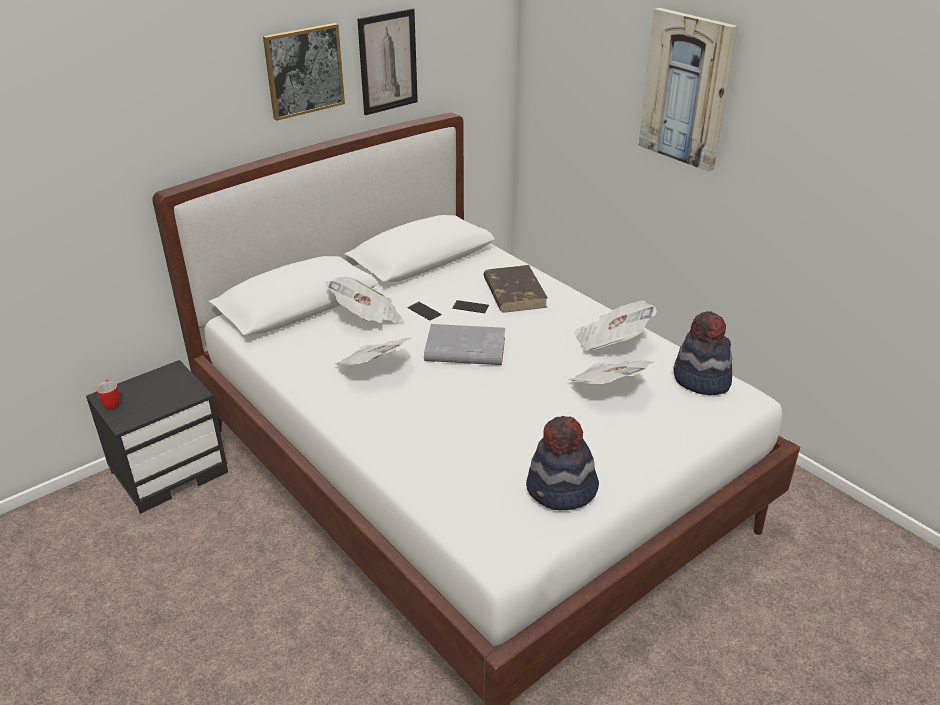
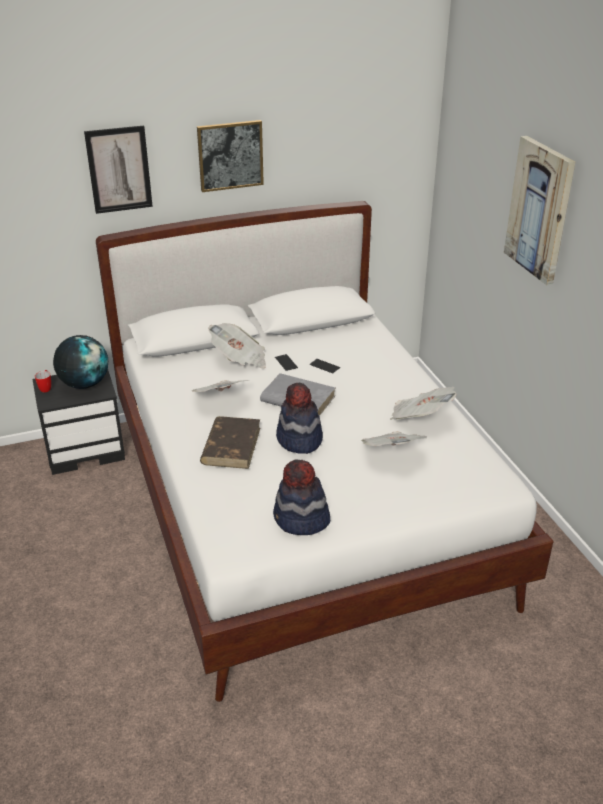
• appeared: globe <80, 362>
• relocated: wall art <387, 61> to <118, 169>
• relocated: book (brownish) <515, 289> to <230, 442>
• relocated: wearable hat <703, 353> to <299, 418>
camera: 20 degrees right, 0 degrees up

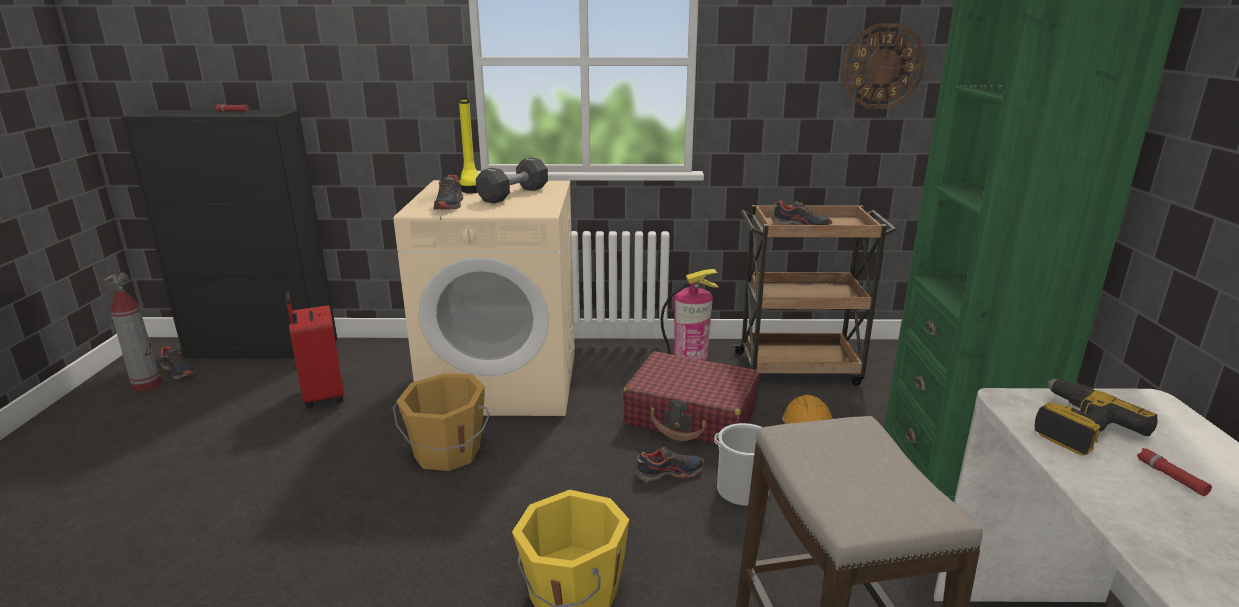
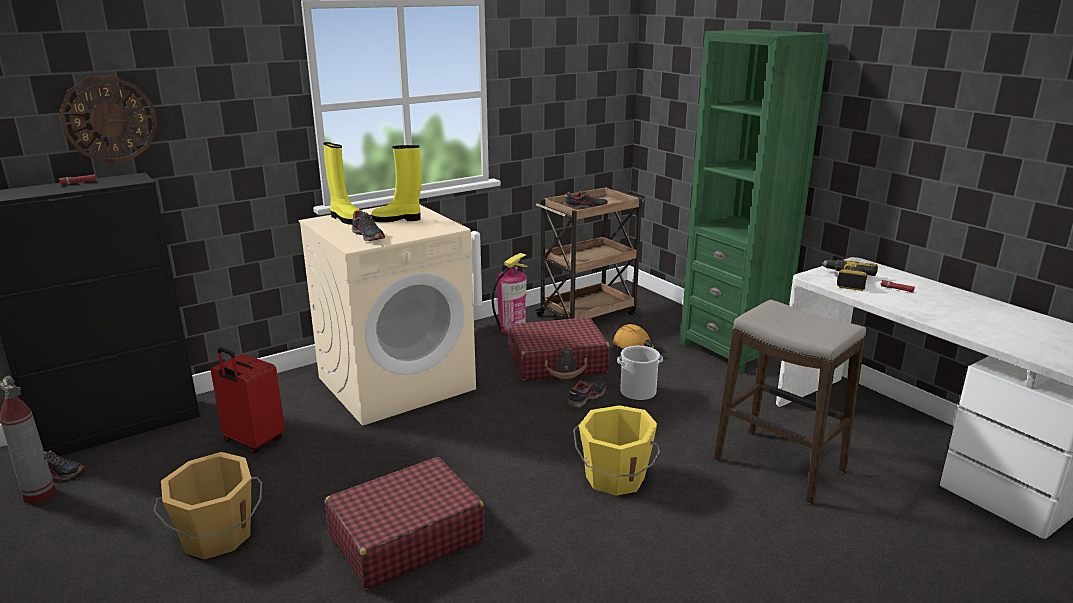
• appeared: piece of luggage (red) <404, 523>
• relocated: water bucket (orangey) <441, 422> to <207, 505>
• relocated: wall clock <883, 66> to <108, 119>
• exchanged: free weight (blackish) <512, 180> to tall boot (yellow-coloured) <396, 183>
camera: 35 degrees left, 0 degrees up

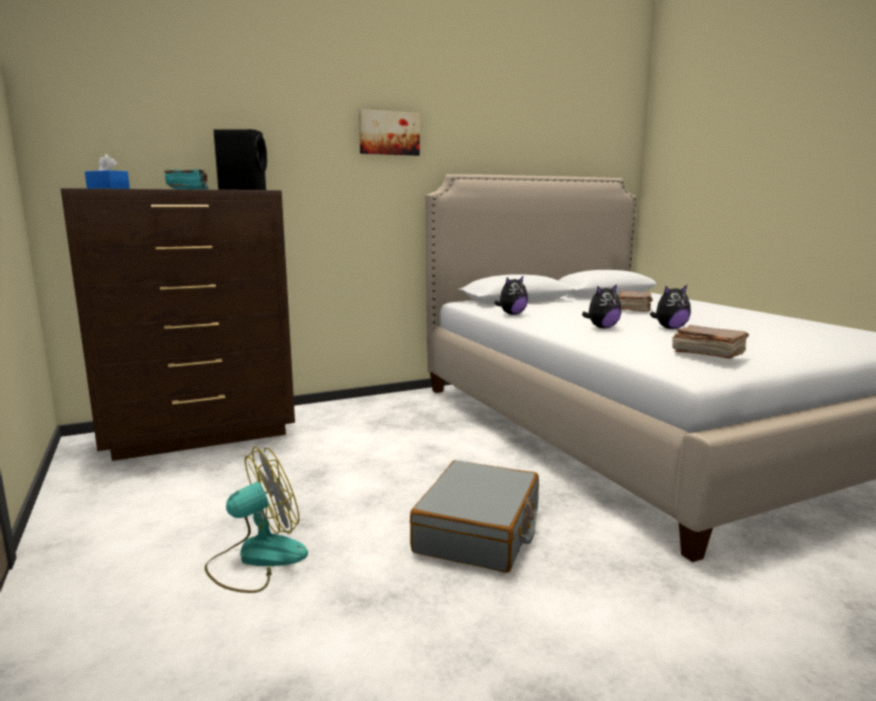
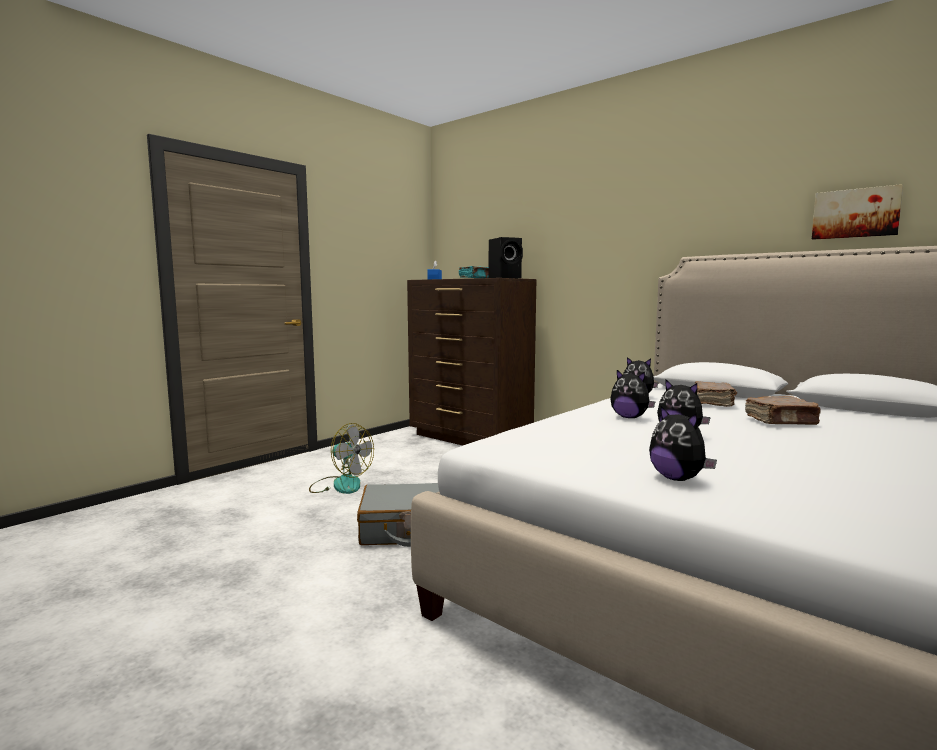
• appeared: soft toy <683, 443>
• relocated: wall art <389, 132> to <857, 212>
• relocated: book (brownish) <710, 342> to <716, 394>
camera: 65 degrees right, 5 degrees down

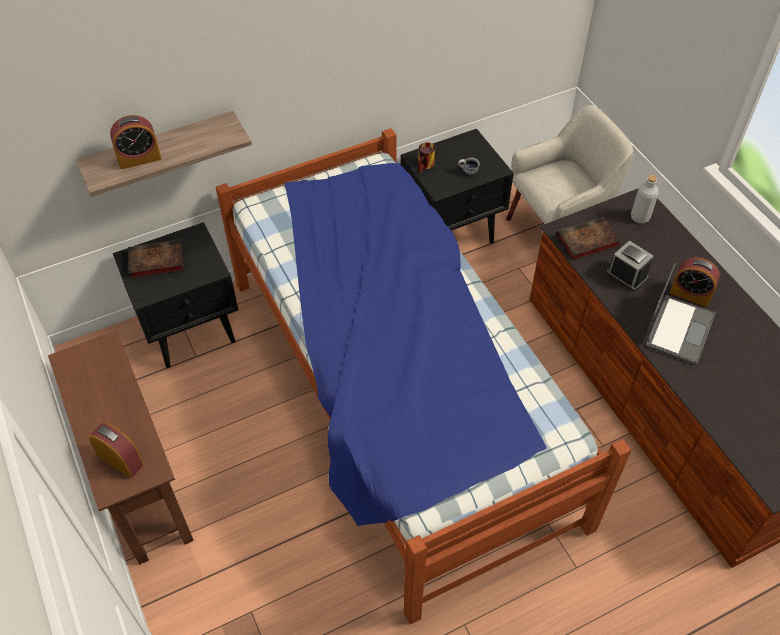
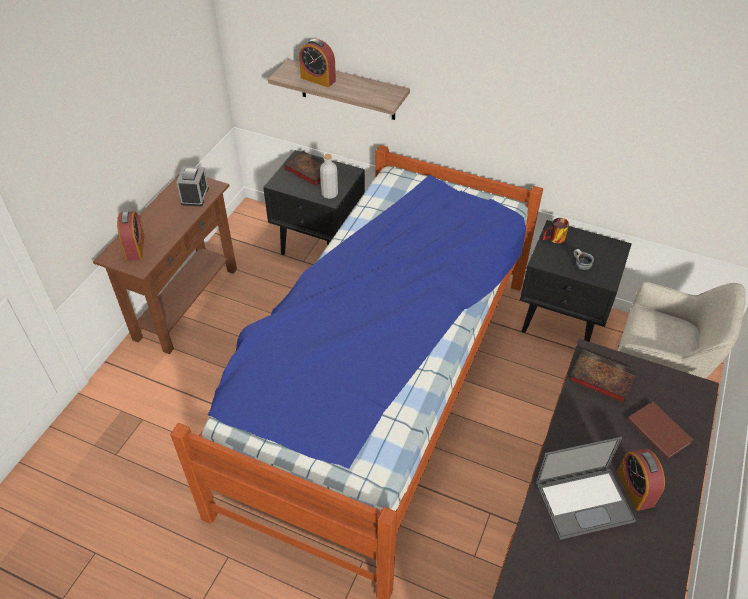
• appeared: book (brownish) <660, 430>
• relocated: alarm clock <629, 265> to <192, 186>
• relocated: drink bottle (greyish) <645, 199> to <329, 176>
camera: 50 degrees right, 5 degrees down

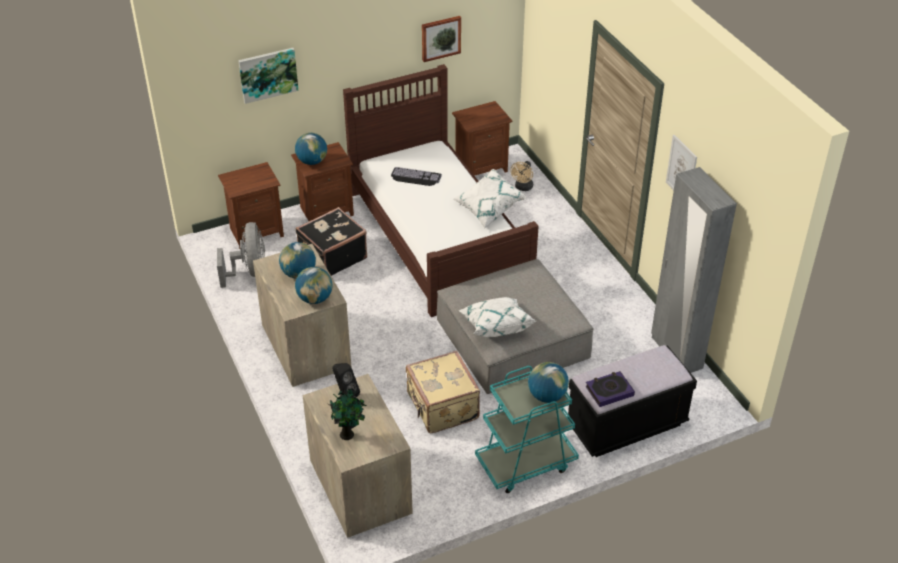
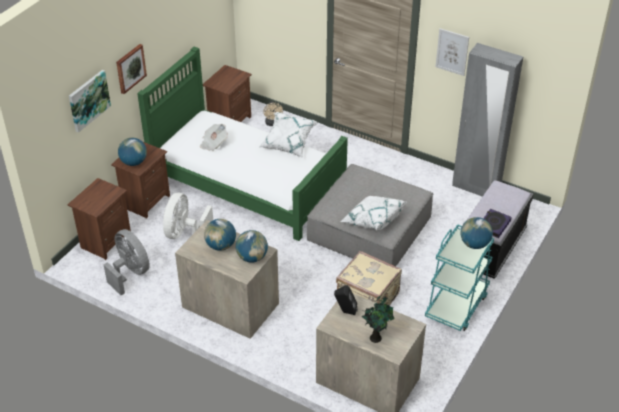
• relocated: wall art <441, 39> to <131, 69>
• exchanged: piece of luggage (blackish) <331, 241> to cooling fan (white-coloured) <188, 216>
• exchanged: keyboard <416, 176> to printed paper <214, 137>
• colour: bedroom bed (brownish) <441, 190> to bedroom bed (green-coloured) <242, 144>
camera: 35 degrees left, 0 degrees up

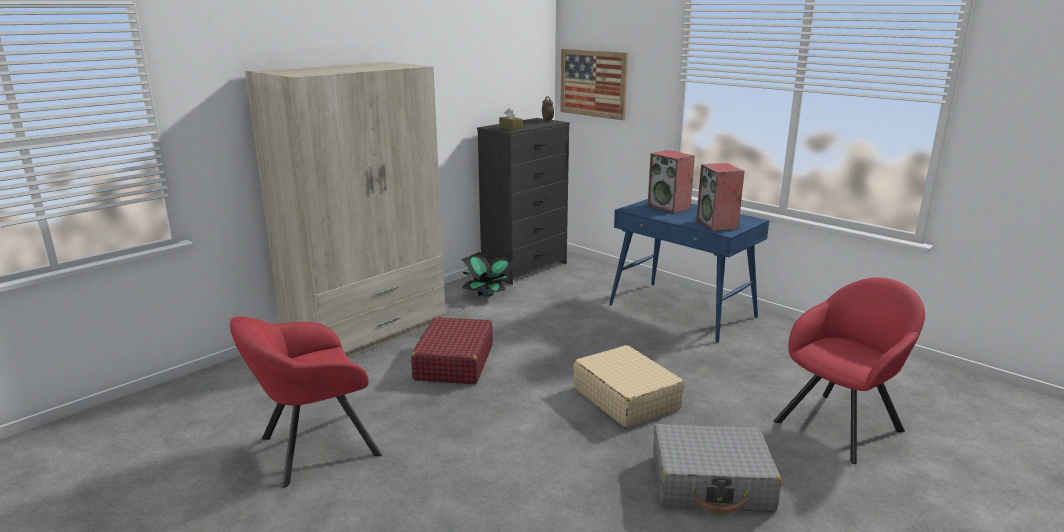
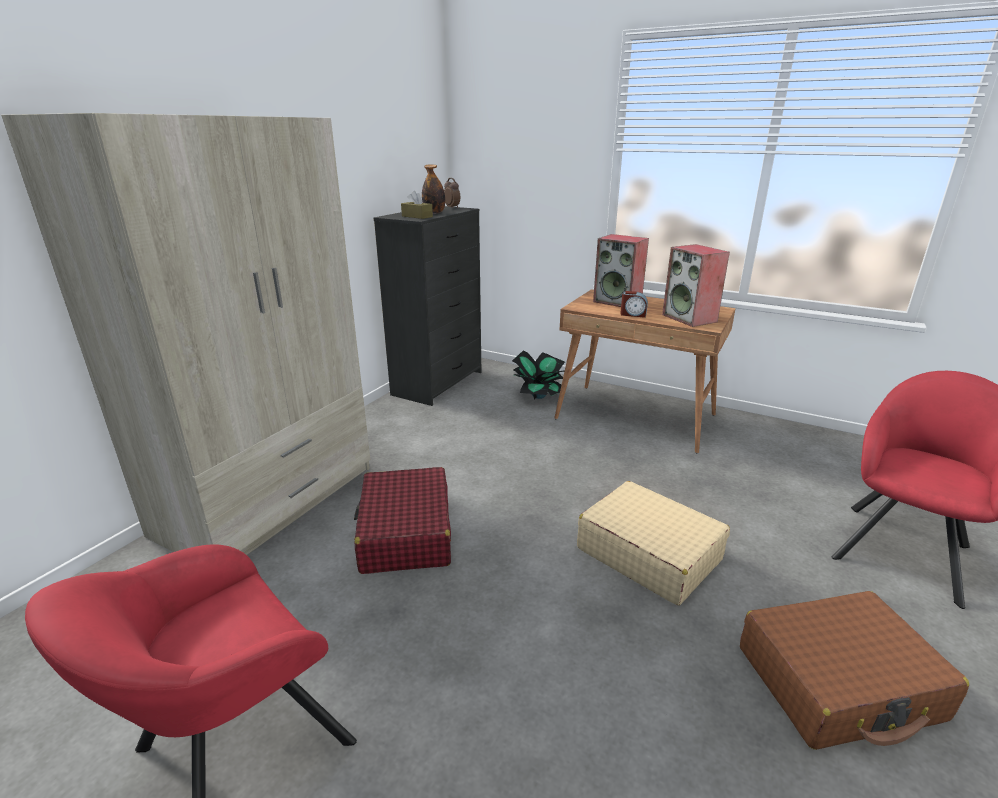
• missing: wall art <594, 84>
• appeared: drink bottle <433, 189>
• appeared: alarm clock <634, 304>
• relocated: plant in a pot <488, 274> to <538, 374>
• colour: desk unit (bluish) <689, 271> to desk unit (brownish) <645, 371>
• colour: piece of luggage (greyish) <717, 469> to piece of luggage (brownish) <854, 670>
camera: 15 degrees left, 5 degrees up

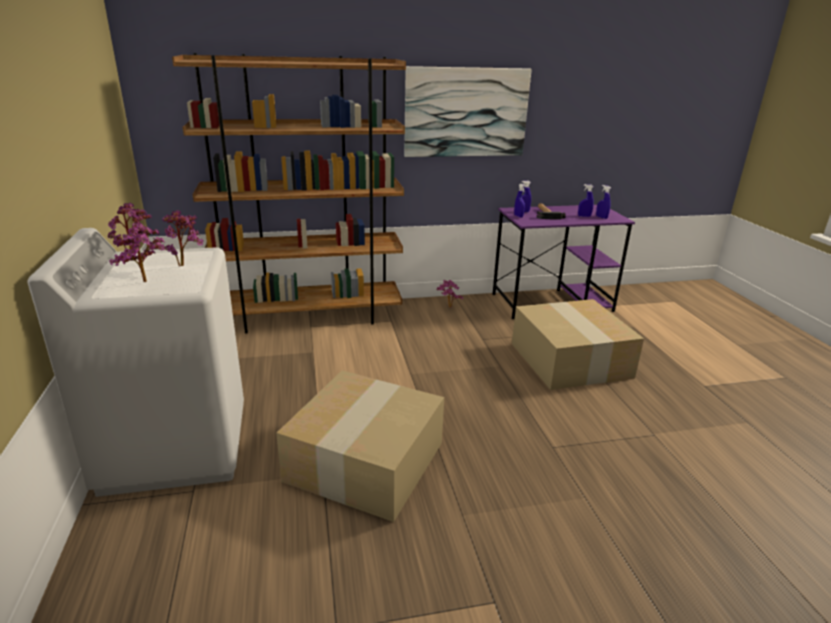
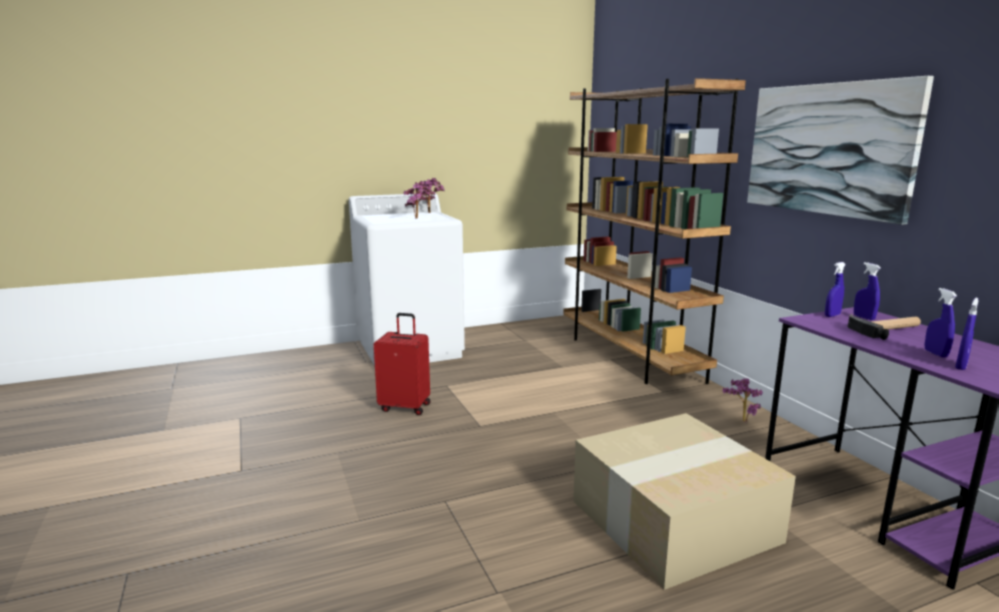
• missing: plant in a pot <137, 254>
• exchanged: carton <360, 446> to piece of luggage (red) <402, 364>
camera: 80 degrees right, 10 degrees down

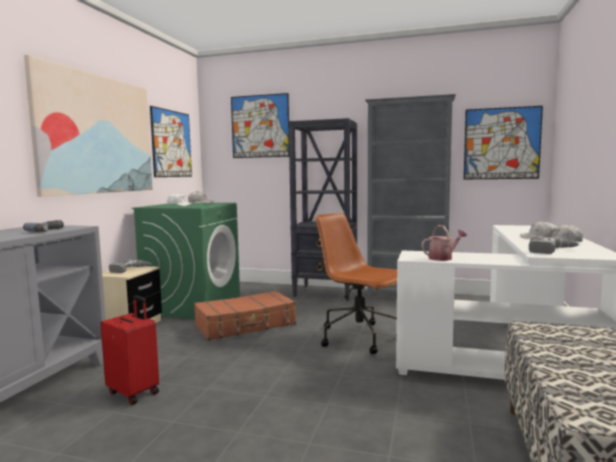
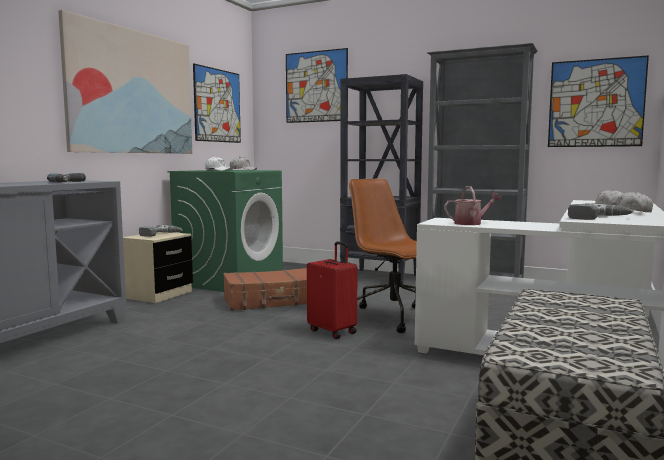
• relocated: piece of luggage (red) <130, 350> to <332, 290>
camera: 10 degrees right, 0 degrees up

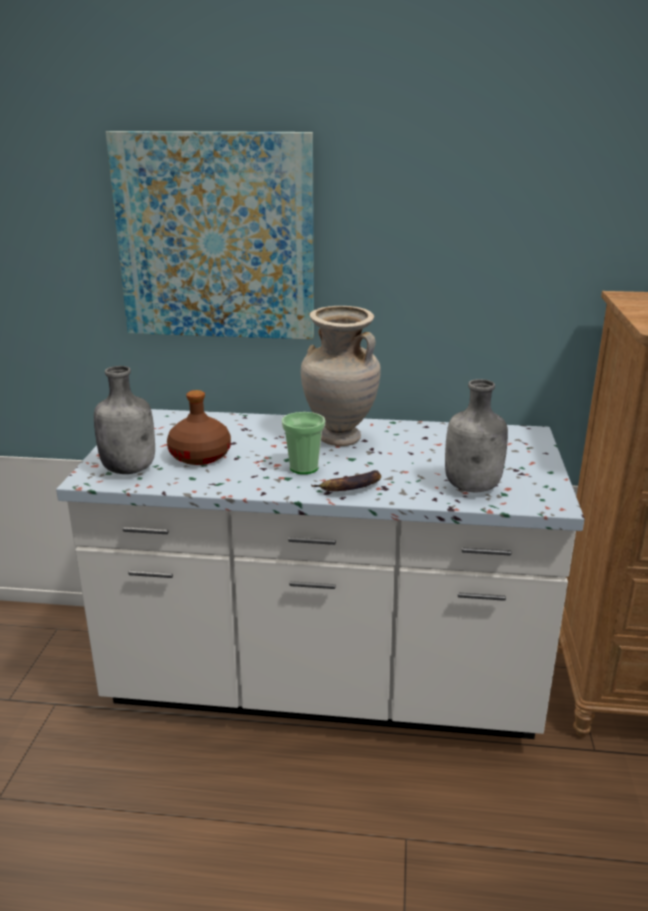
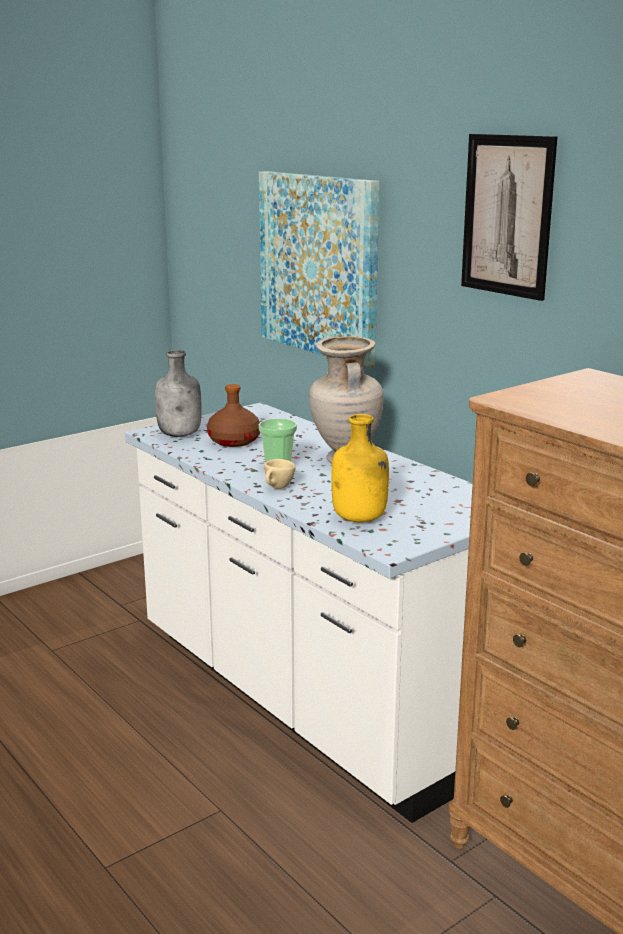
• appeared: wall art <509, 217>
• exchanged: whole banana <346, 480> to cup (beige) <280, 474>
• colour: drink bottle (greyish) <476, 435> to drink bottle (yellow-coloured) <360, 468>
camera: 45 degrees right, 5 degrees down

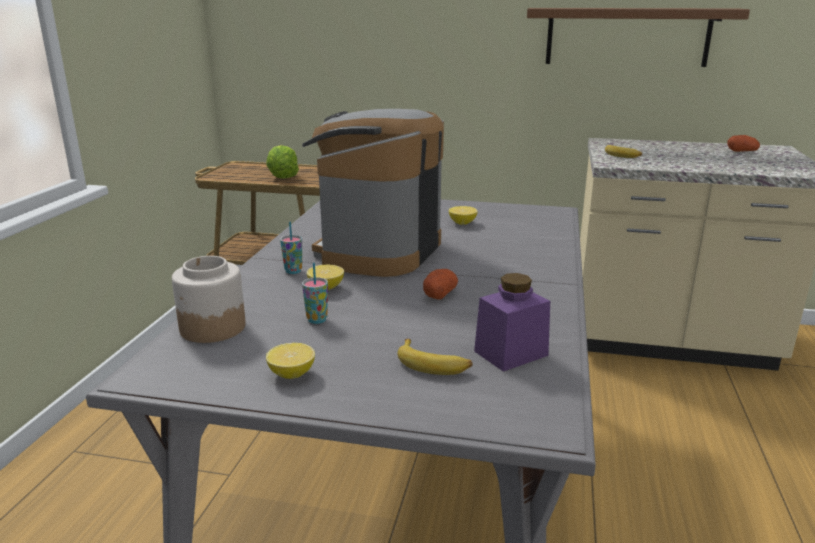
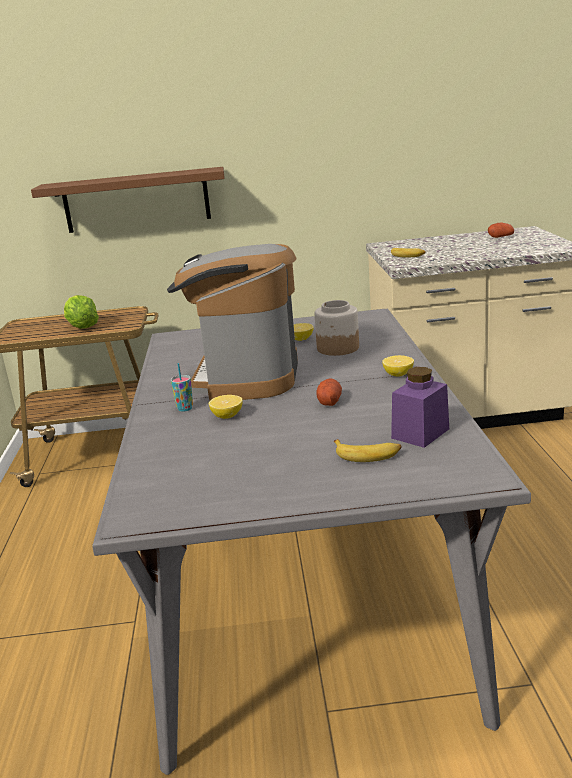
• missing: cup <315, 293>
• relocated: jar <209, 299> to <336, 328>
• relocated: citrus fruit <290, 361> to <398, 366>
• relocated: wall shelf (brownish) <638, 37> to <128, 200>
camera: 15 degrees left, 0 degrees up

